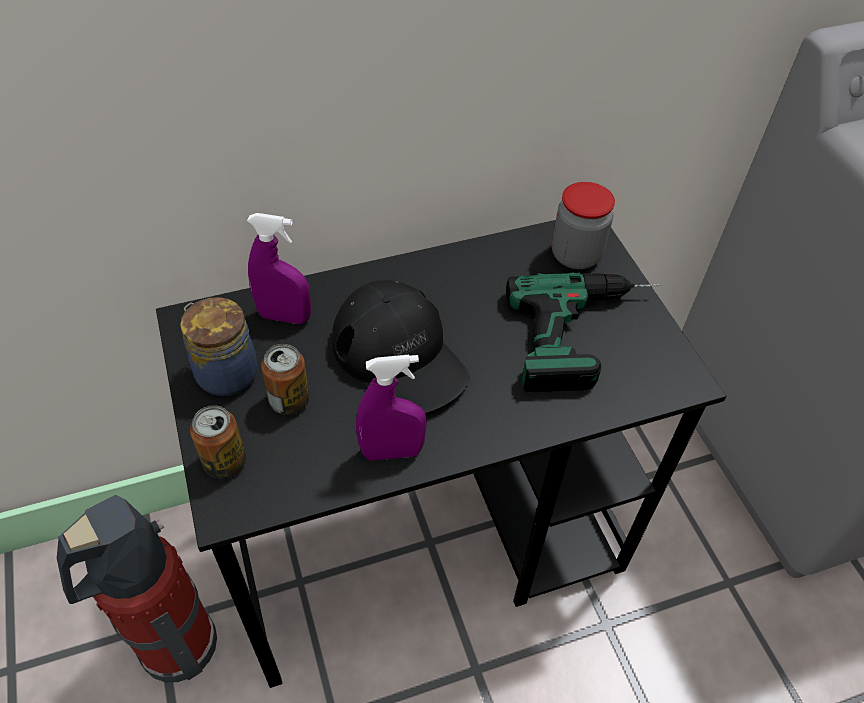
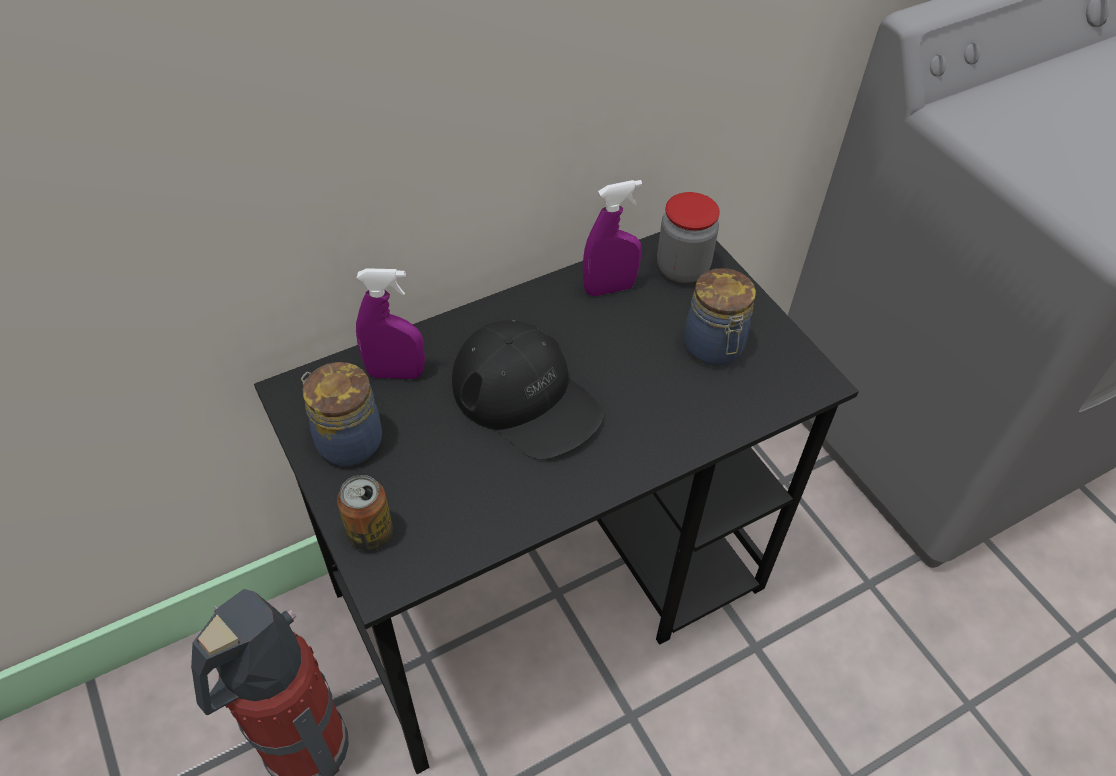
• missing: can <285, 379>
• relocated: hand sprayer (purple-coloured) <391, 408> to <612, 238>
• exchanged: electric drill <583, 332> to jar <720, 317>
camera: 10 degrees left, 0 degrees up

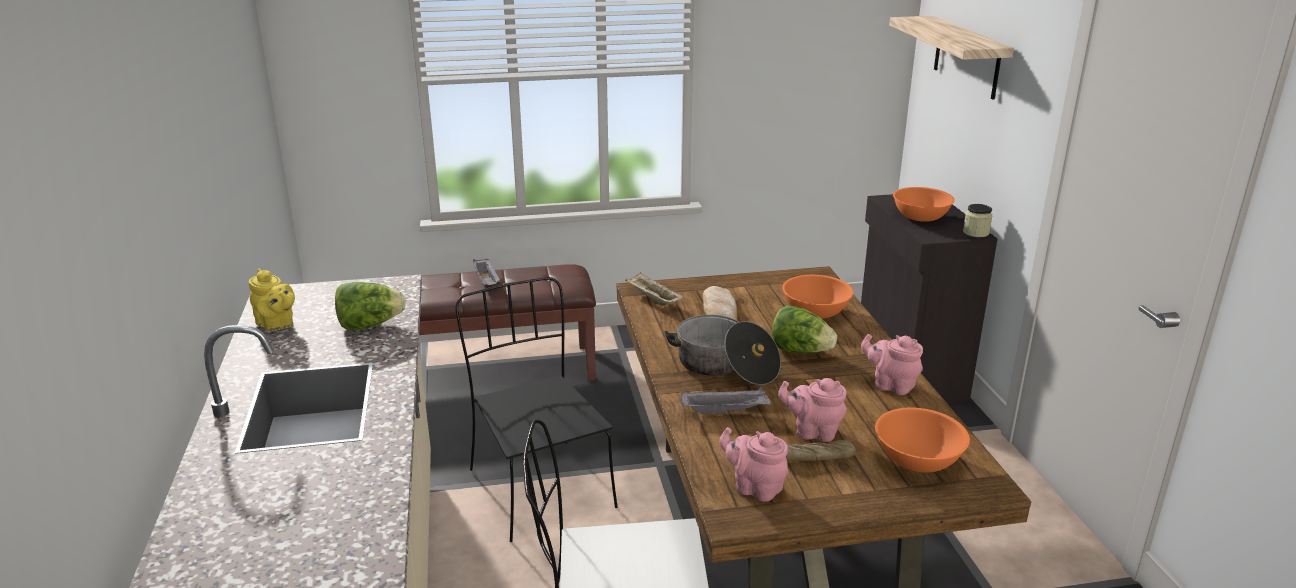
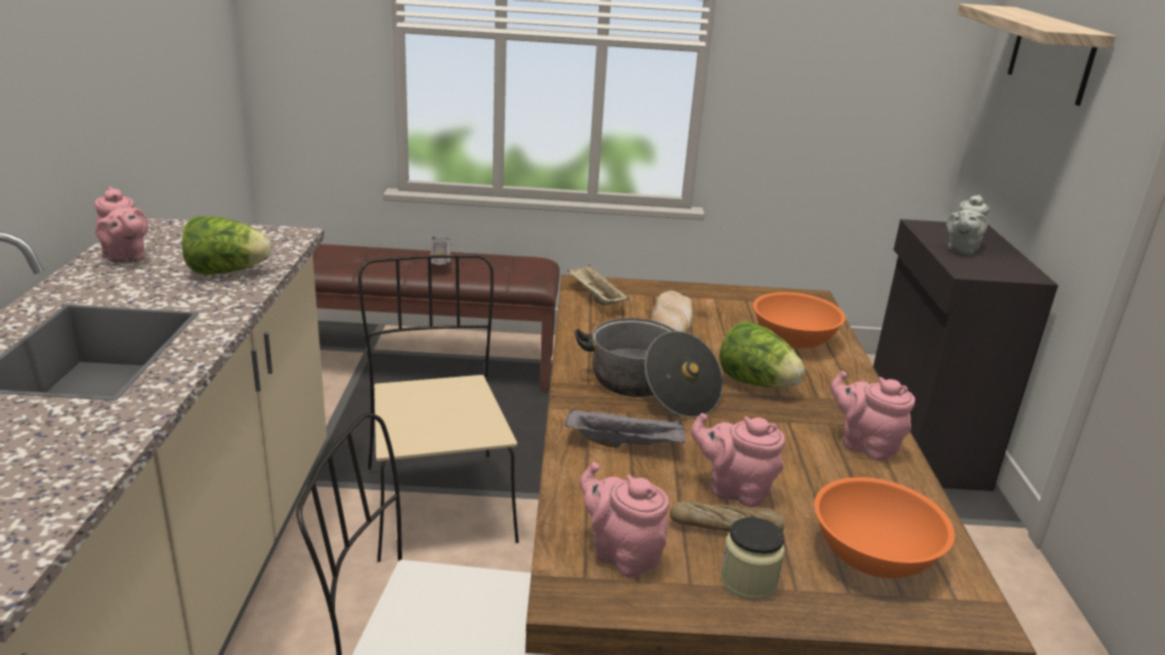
• relocated: jar <977, 220> to <753, 558>
• exchanged: bowl (orangey) <924, 204> to tea pot (greyish) <968, 224>
• colour: tea pot (yellow-coloured) <271, 300> to tea pot (pink) <121, 225>
• colour: plain chair (blackish) <536, 409> to plain chair (beige) <438, 408>
camera: 10 degrees right, 0 degrees up

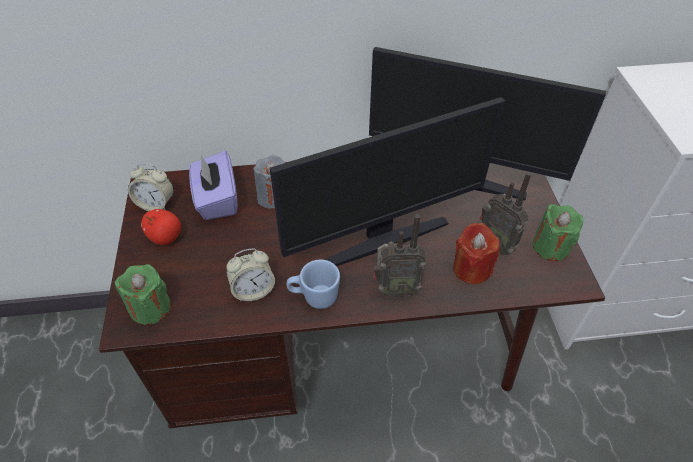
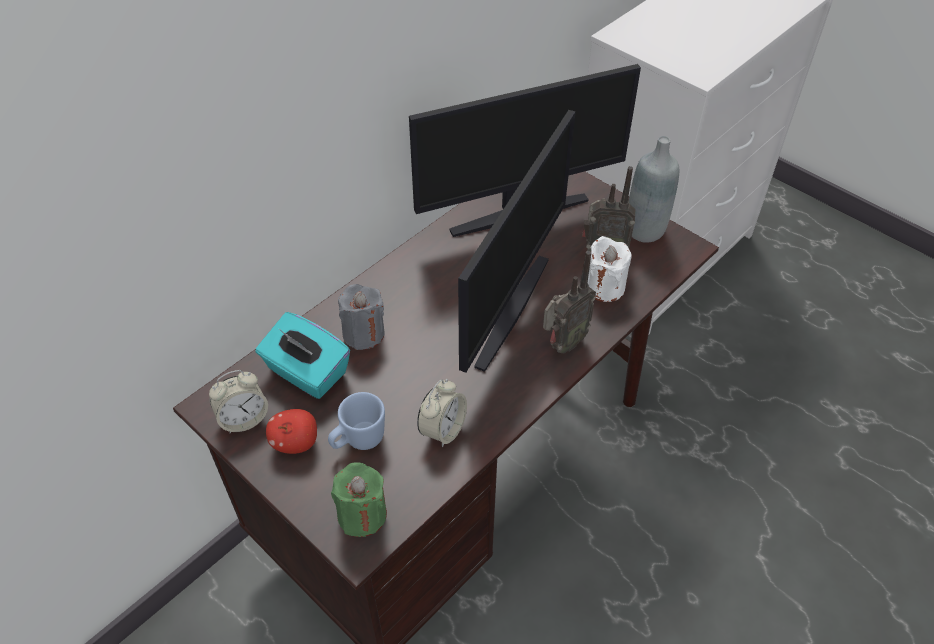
• relocated: tea mug (bluish) <313, 284> to <356, 421>
• exchanged: wax candle (green-coloured) <557, 232> to drink bottle (greyish) <654, 189>
• colour: tissue holder (purple-coloured) <213, 185> to tissue holder (blue-green) <303, 355>
• colour: wax candle (red) <476, 253> to wax candle (white-coloured) <609, 269>
camera: 40 degrees left, 0 degrees up

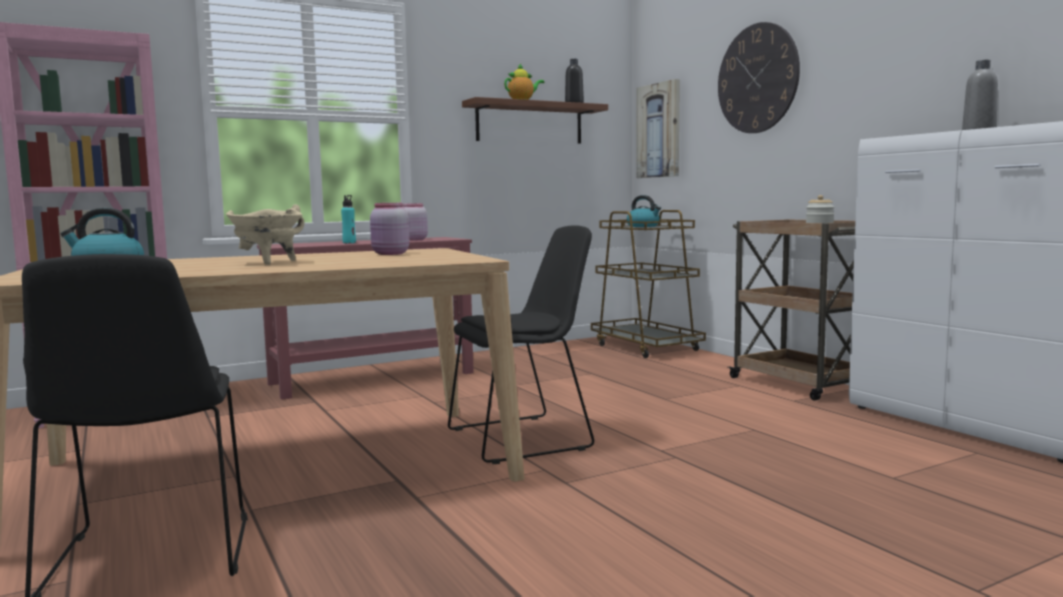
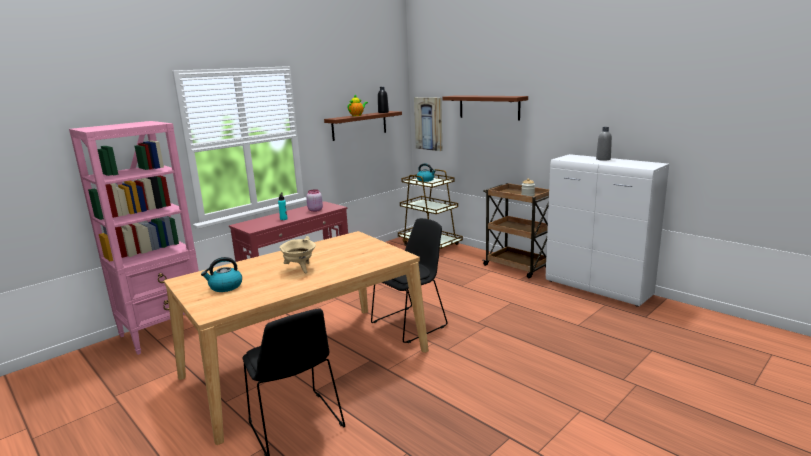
• missing: jar (pink) <389, 229>
• exchanged: wall clock <759, 77> to wall shelf (brownish) <485, 108>
camera: 15 degrees left, 10 degrees up

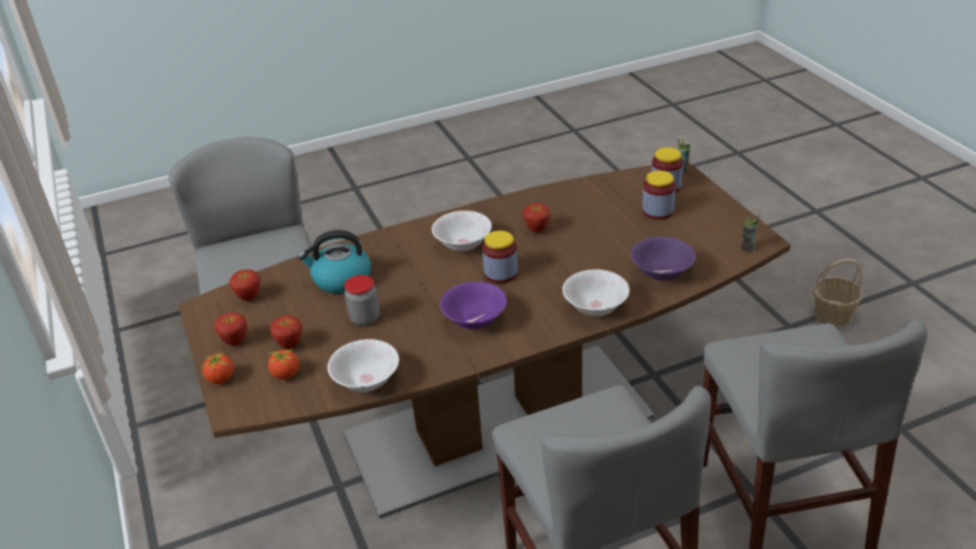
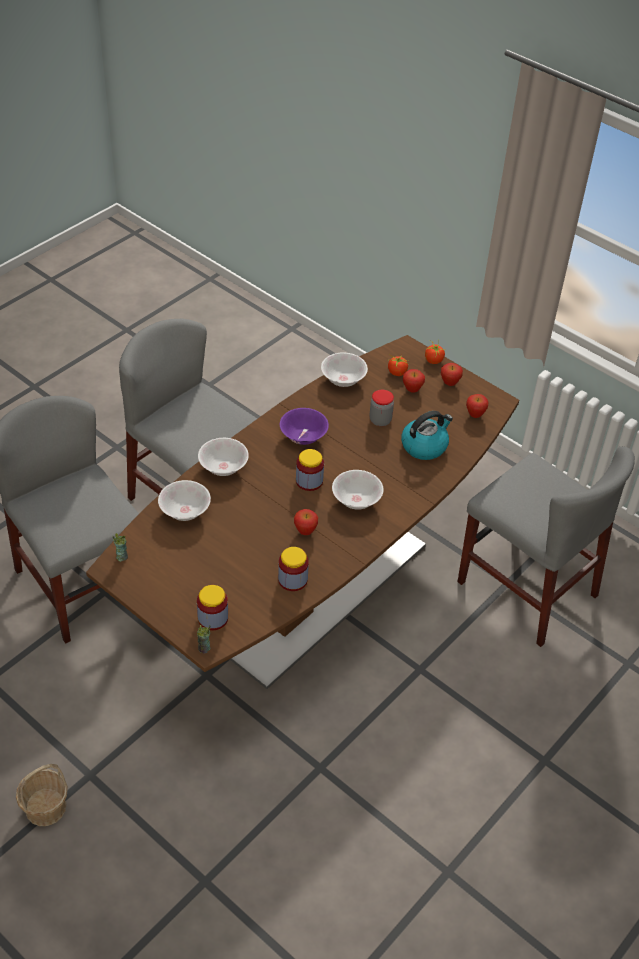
• relocated: jar <659, 195> to <293, 569>
• colour: bowl (purple-coloured) <663, 259> to bowl (white-coloured) <184, 500>
camera: 150 degrees right, 10 degrees up

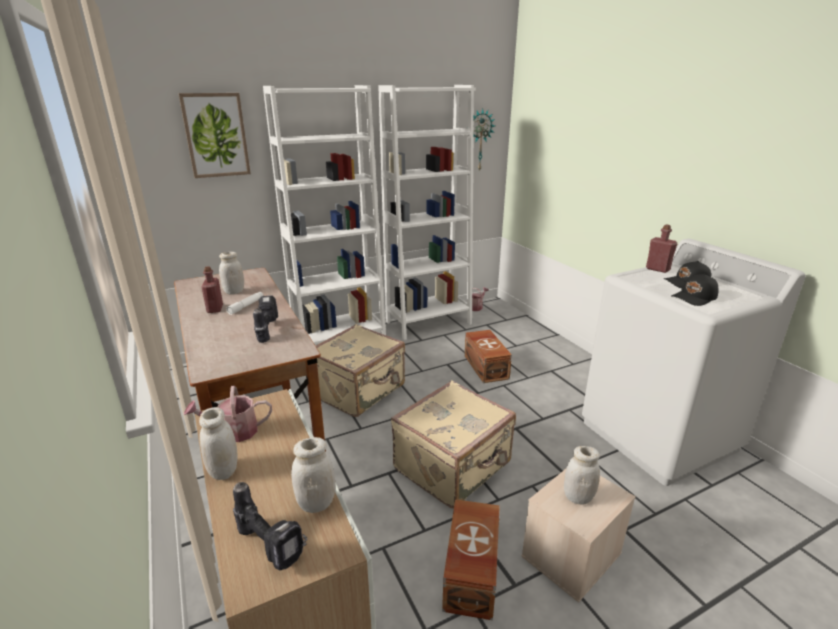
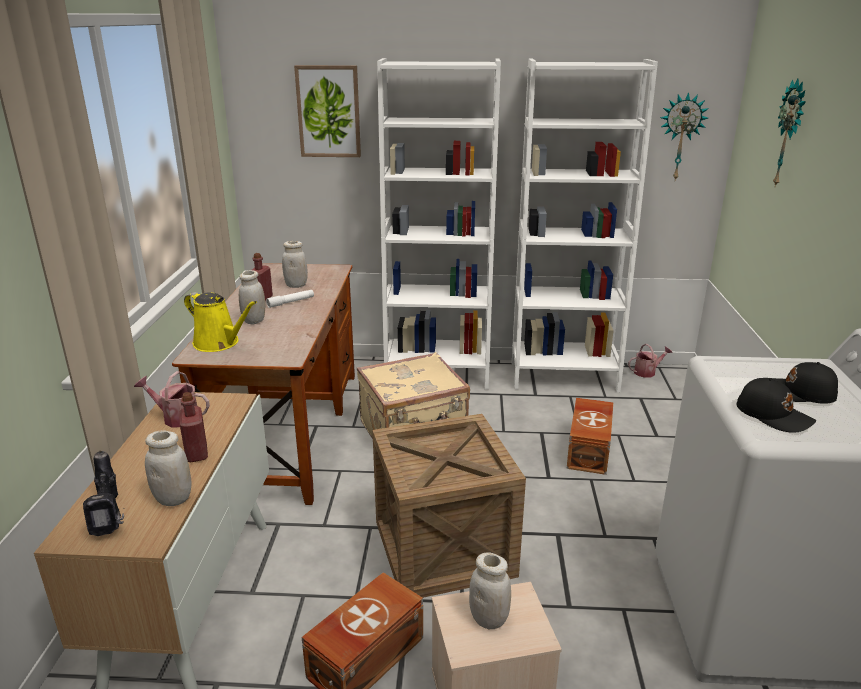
• missing: electric drill <265, 319>
• appeared: watering can (yellow-coloured) <220, 322>
• appeared: wall clock <789, 132>
• relocated: jar (white-coloured) <218, 443> to <252, 297>
• relocated: drink bottle (red) <662, 248> to <193, 427>
• exchanged: piece of luggage (beige) <453, 444> to crate <449, 506>
• spun: cap (blackish) <695, 290> = <776, 405> 135 degrees counterclockwise
camera: 30 degrees right, 0 degrees up

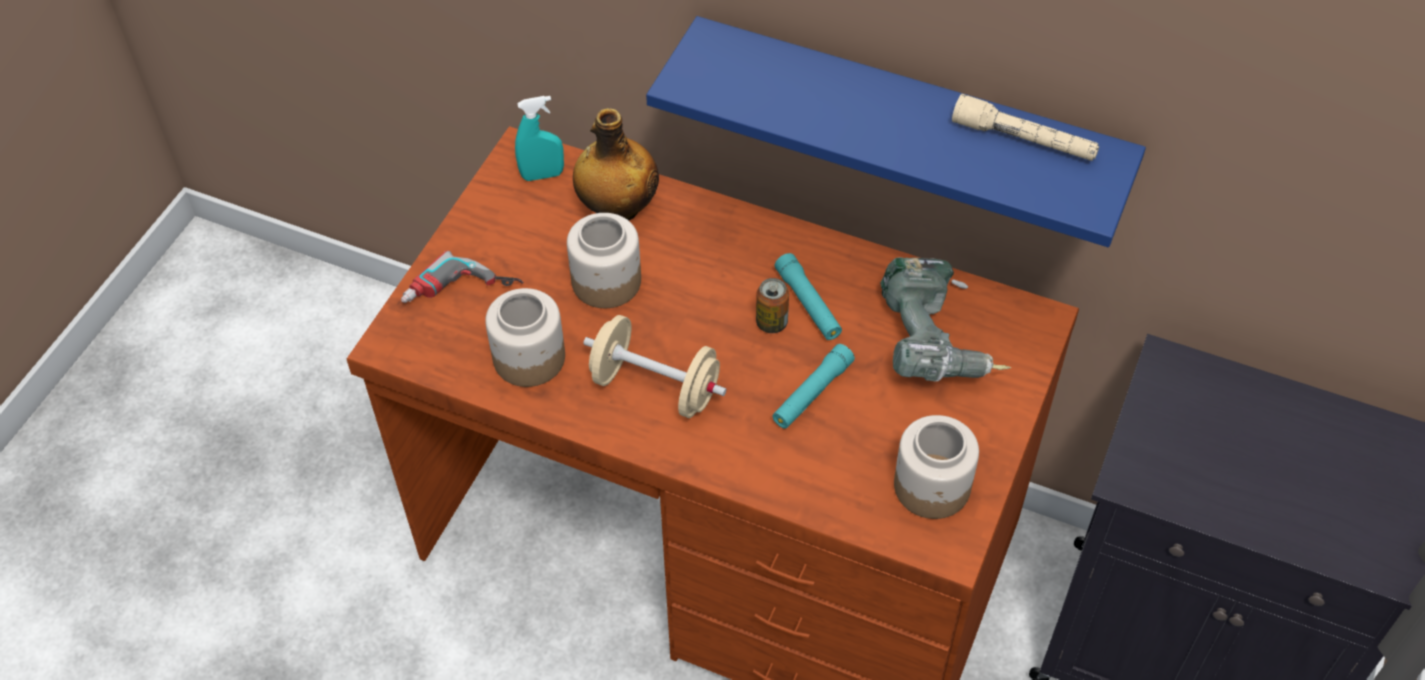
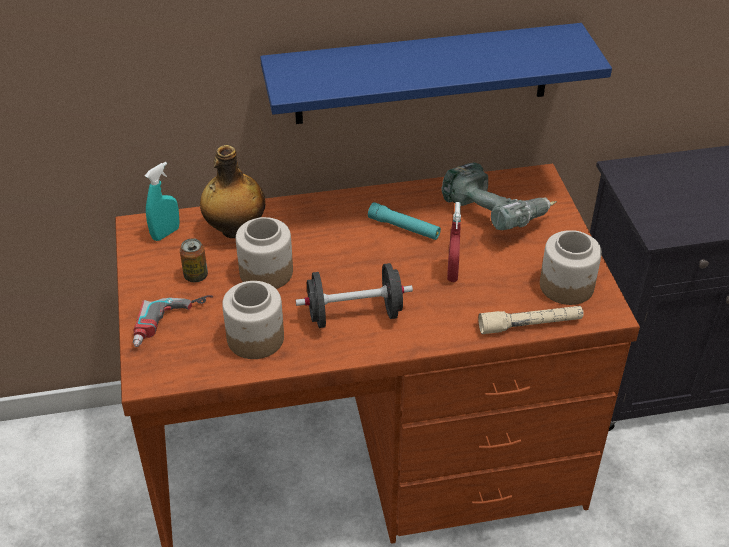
• relocated: can <772, 305> to <194, 260>
• relocated: torch (beige) <1025, 127> to <531, 320>
• exchanged: torch (blue-green) <813, 386> to hand sprayer (red) <454, 242>
• colour: free weight (beige) <655, 366> to free weight (blackish) <354, 295>
camera: 35 degrees left, 10 degrees down

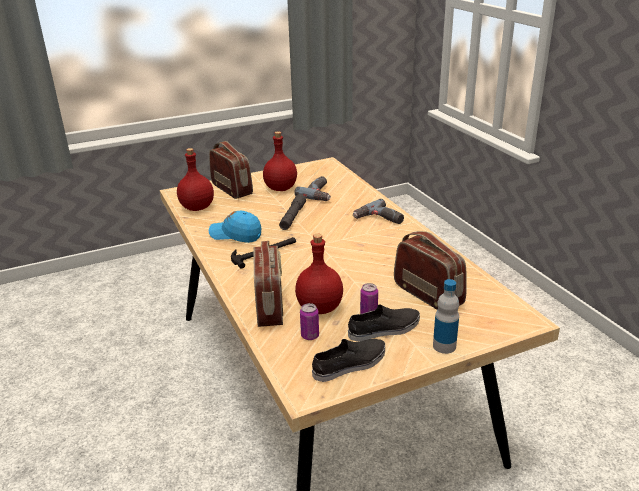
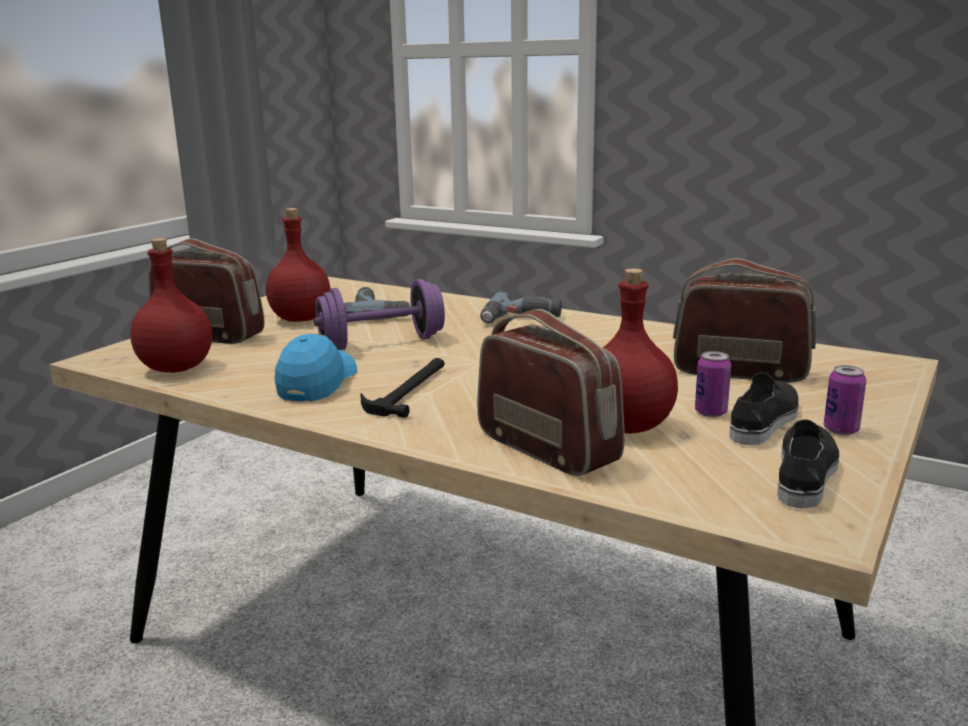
• missing: drink bottle <446, 316>
• relocated: can <309, 321> to <845, 400>
• exchanged: torch (greyish) <292, 212> to free weight (purple-coloured) <379, 314>
• spun: cap (bluish) <235, 227> = <316, 368> 120 degrees clockwise
camera: 35 degrees left, 10 degrees down

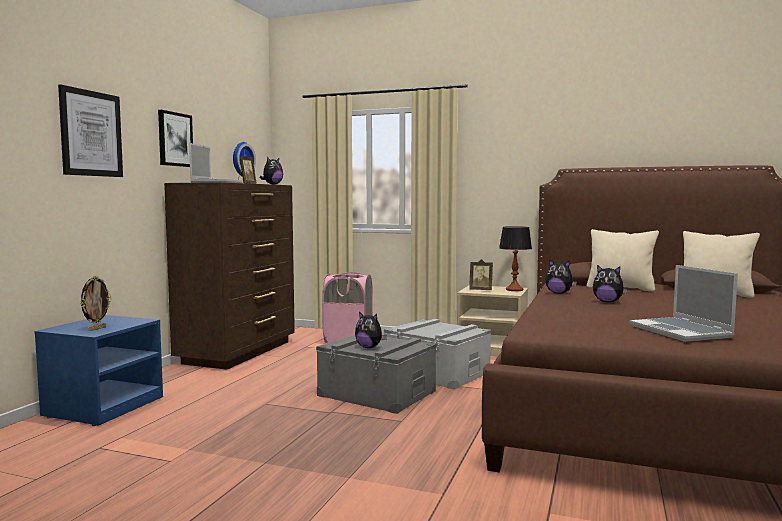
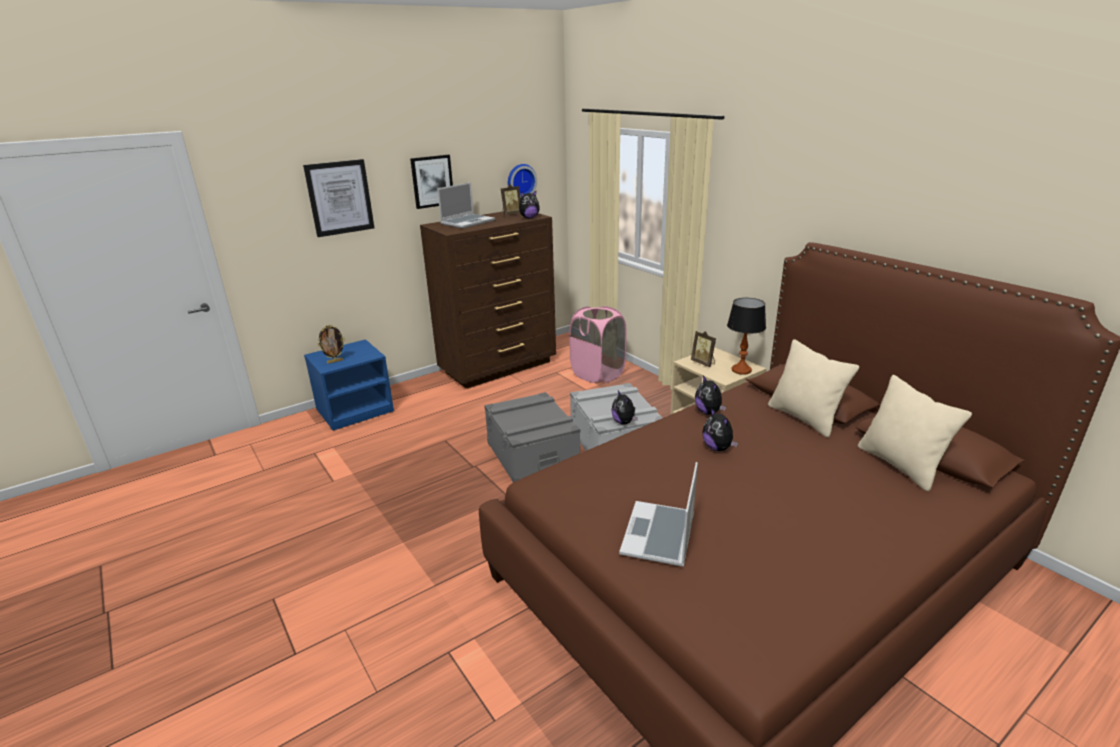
• relocated: soft toy <371, 330> to <625, 407>
camera: 35 degrees right, 20 degrees up

